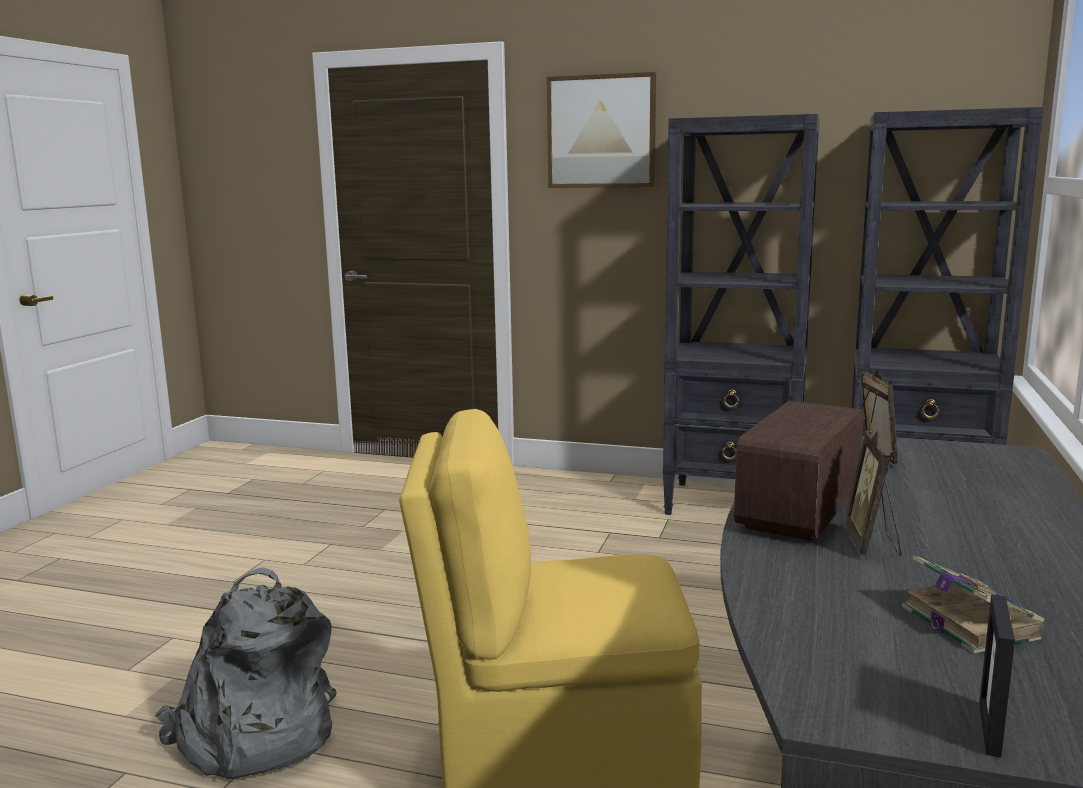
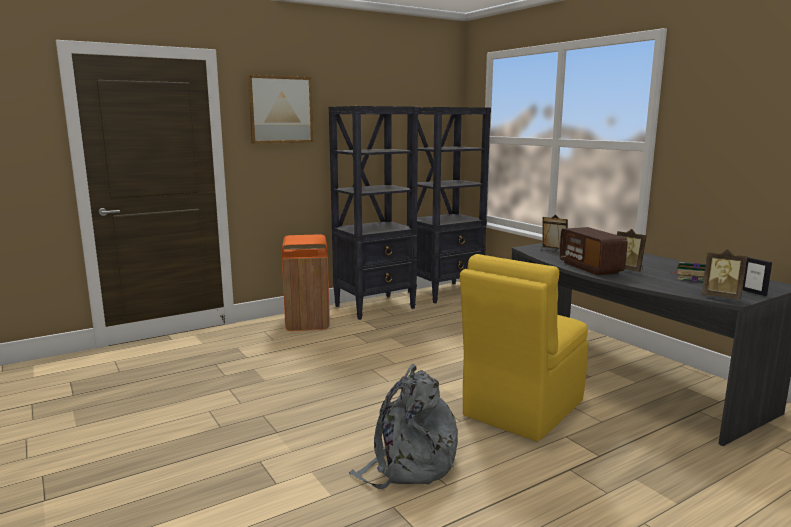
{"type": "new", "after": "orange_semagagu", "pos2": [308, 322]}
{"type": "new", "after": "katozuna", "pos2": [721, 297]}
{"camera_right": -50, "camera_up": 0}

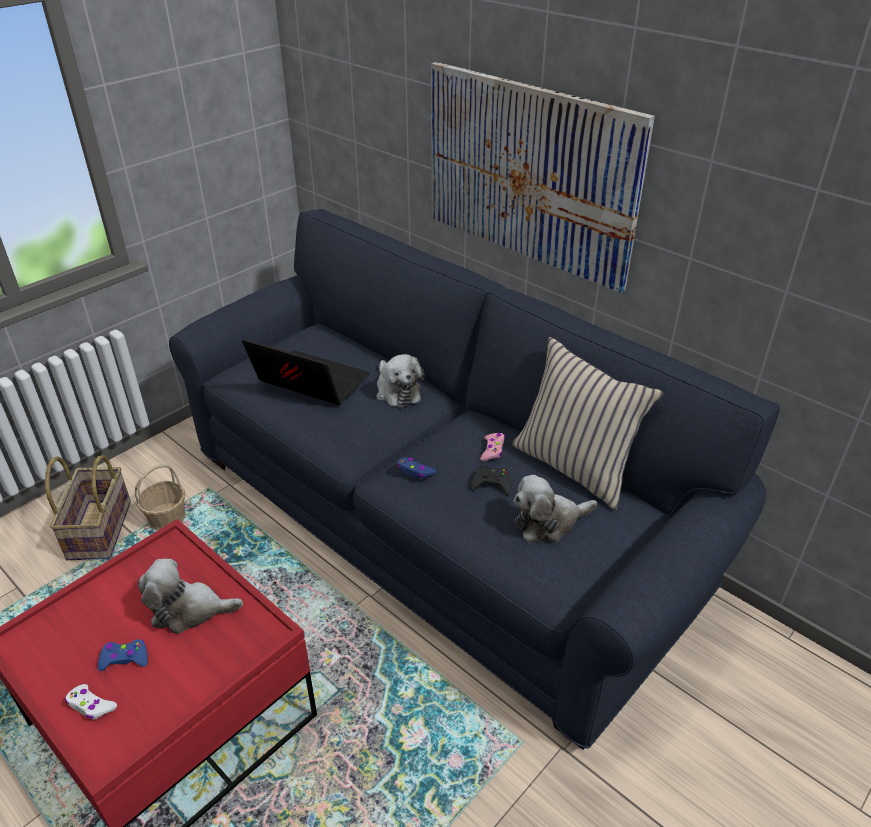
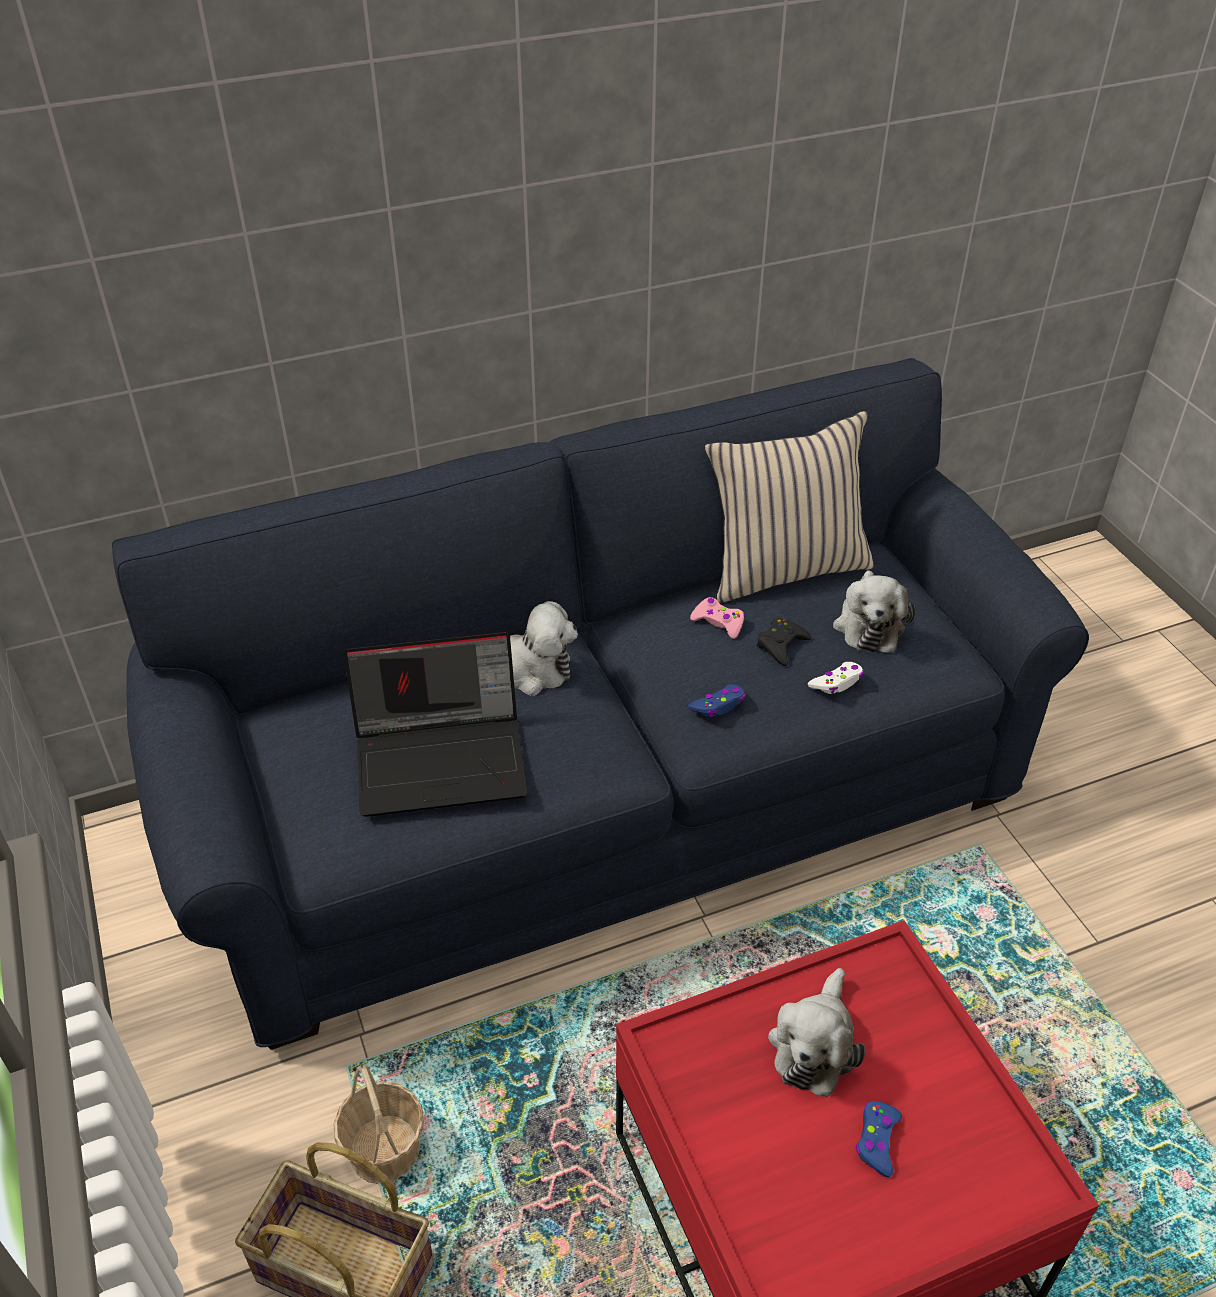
{"type": "shifted", "before": "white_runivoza", "pos1": [91, 706], "pos2": [837, 683]}
{"type": "rotated", "before": "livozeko", "pos1": [309, 383], "pos2": [443, 758], "turn": -150}
{"type": "gone", "before": "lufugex", "pos1": [529, 173]}
{"camera_right": -65, "camera_up": 5}

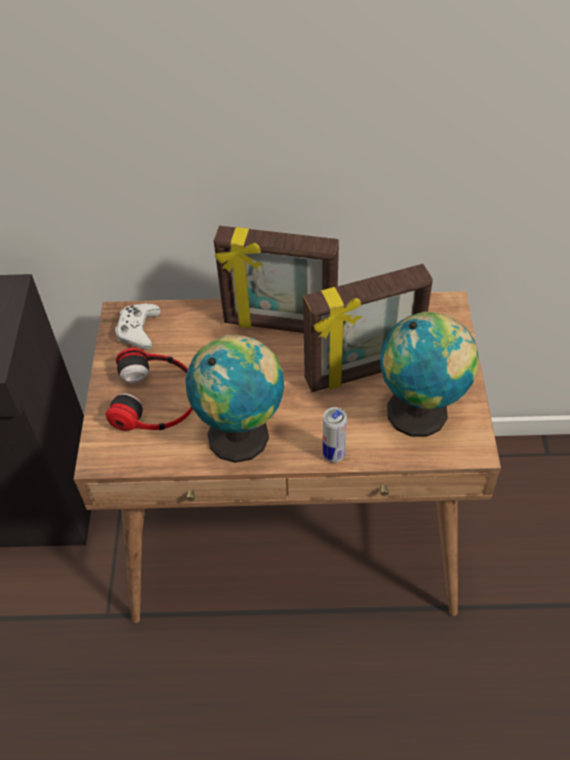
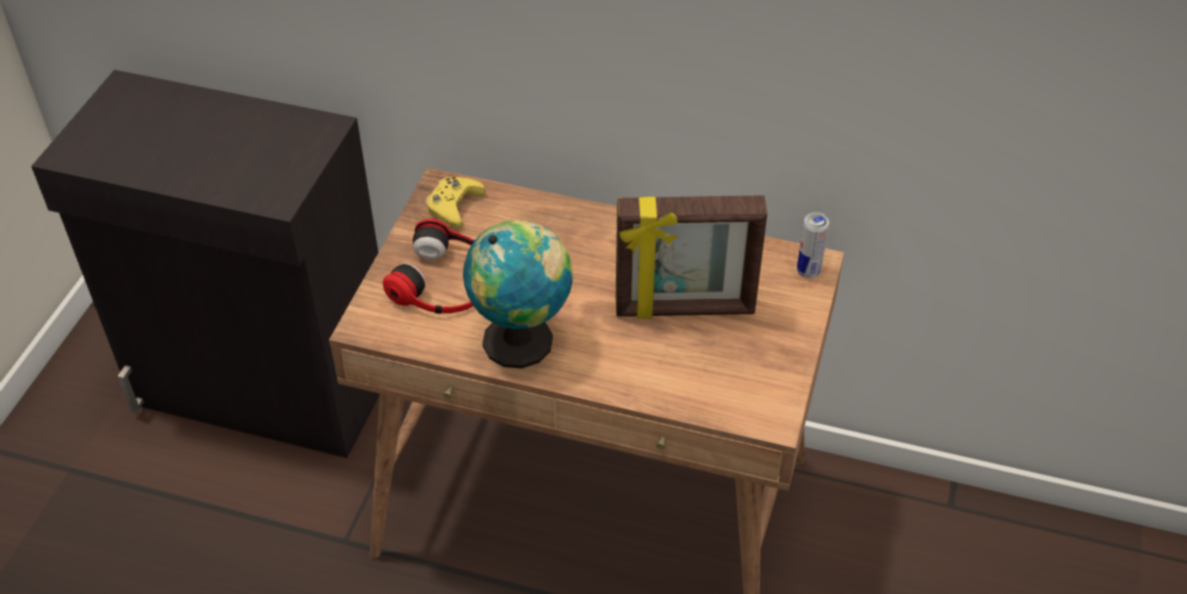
{"type": "repainted", "before": "white_runivoza", "after": "yellow_runivoza", "pos1": [139, 330], "pos2": [454, 206]}
{"type": "gone", "before": "katozuna", "pos1": [279, 325]}
{"type": "shifted", "before": "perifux", "pos1": [334, 454], "pos2": [808, 271]}
{"type": "gone", "before": "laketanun", "pos1": [421, 413]}
{"camera_right": 15, "camera_up": -5}

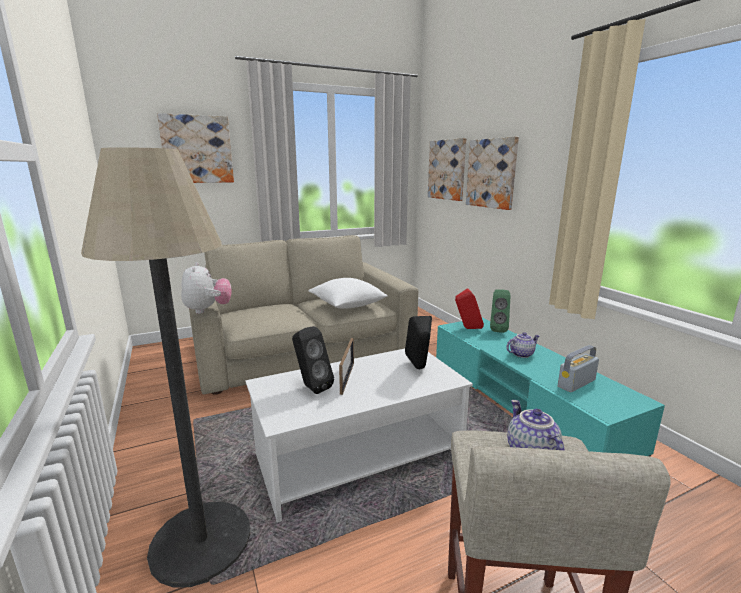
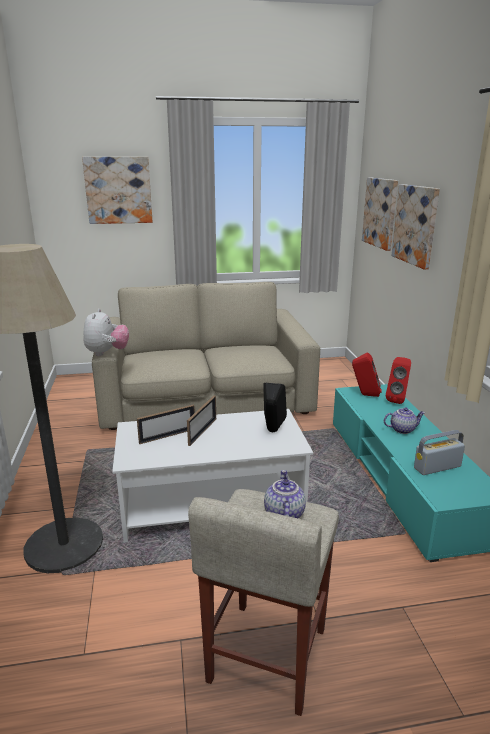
{"type": "swapped", "before": "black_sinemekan", "after": "katozuna", "pos1": [311, 387], "pos2": [167, 436]}
{"type": "gone", "before": "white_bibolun", "pos1": [347, 305]}
{"type": "repainted", "before": "green_sinemekan", "after": "red_sinemekan", "pos1": [498, 329], "pos2": [397, 399]}
{"camera_right": 15, "camera_up": 5}

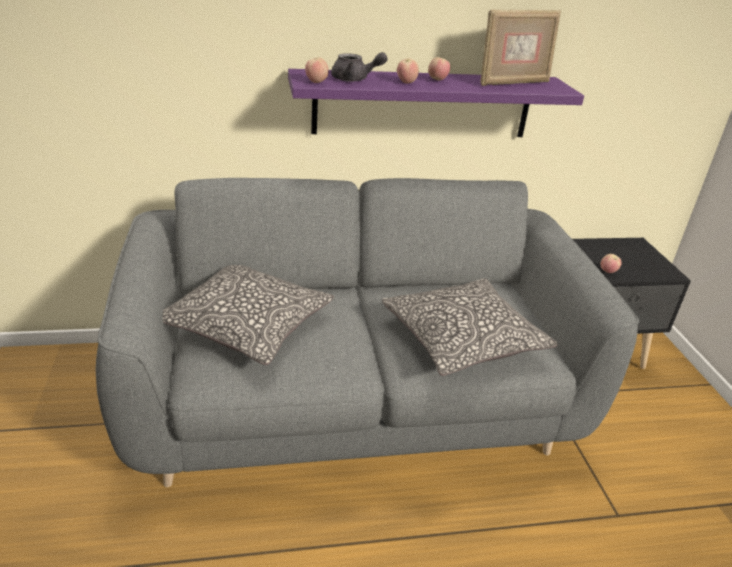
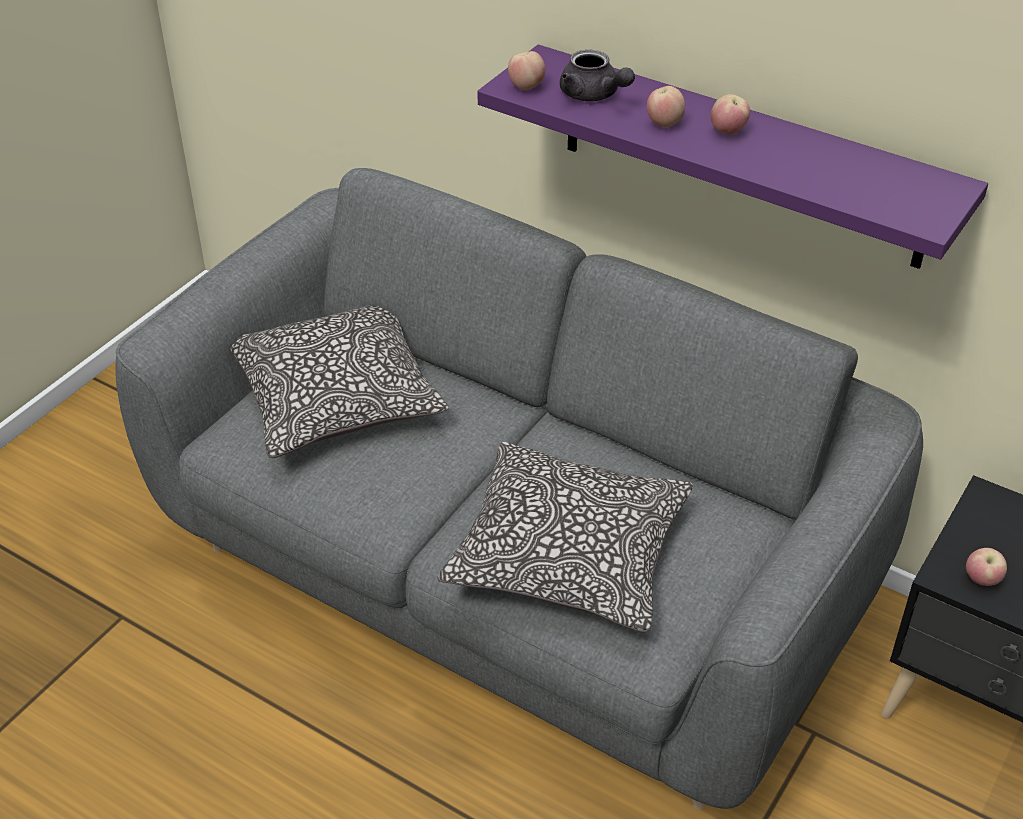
{"type": "gone", "before": "katozuna", "pos1": [513, 83]}
{"camera_right": 45, "camera_up": 10}

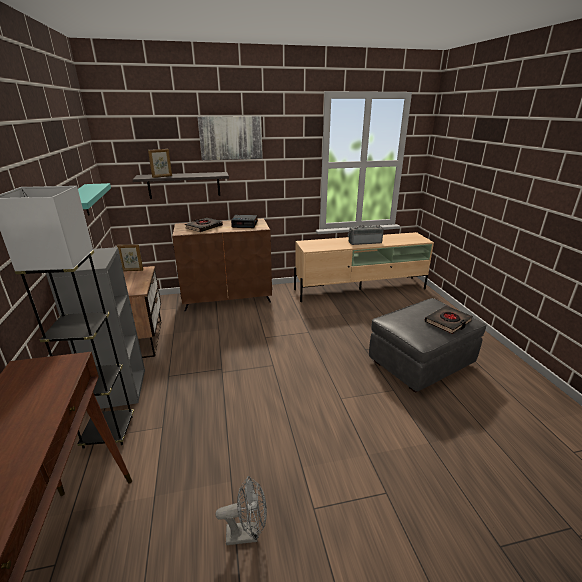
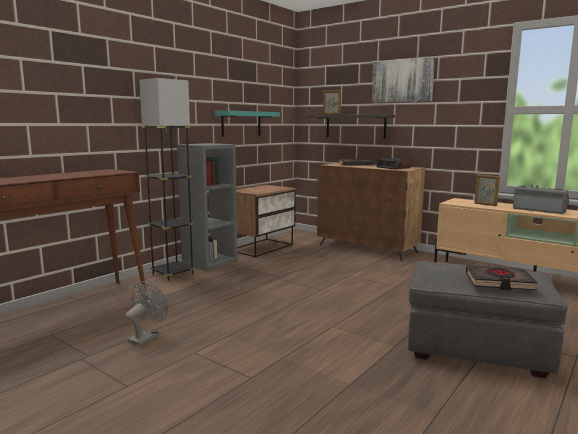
{"type": "shifted", "before": "katozuna", "pos1": [132, 270], "pos2": [485, 204]}
{"type": "rotated", "before": "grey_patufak", "pos1": [247, 533], "pos2": [147, 337], "turn": -105}
{"camera_right": 50, "camera_up": -15}

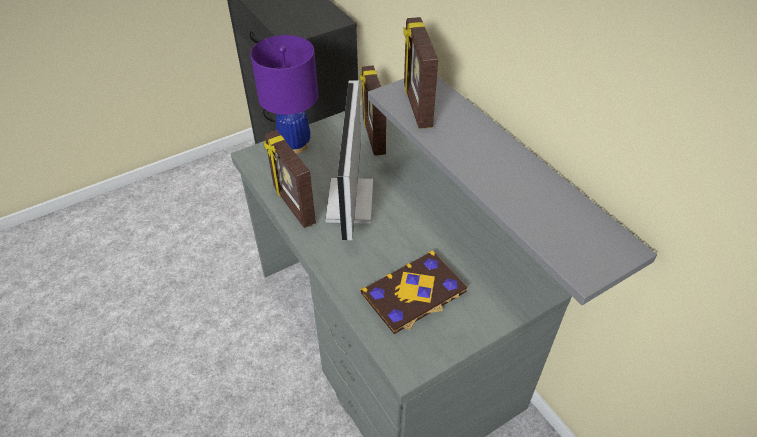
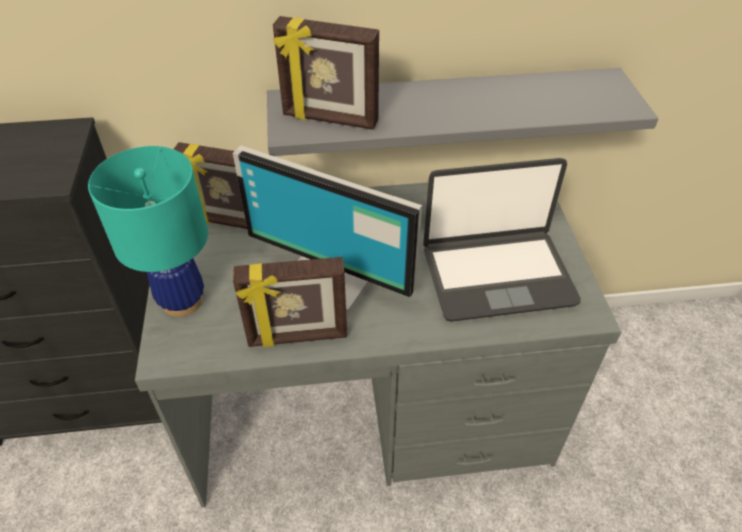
{"type": "repainted", "before": "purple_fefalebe", "after": "turquoise_fefalebe", "pos1": [295, 145], "pos2": [181, 301]}
{"type": "swapped", "before": "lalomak", "after": "livozeko", "pos1": [414, 294], "pos2": [497, 274]}
{"camera_right": -65, "camera_up": 0}

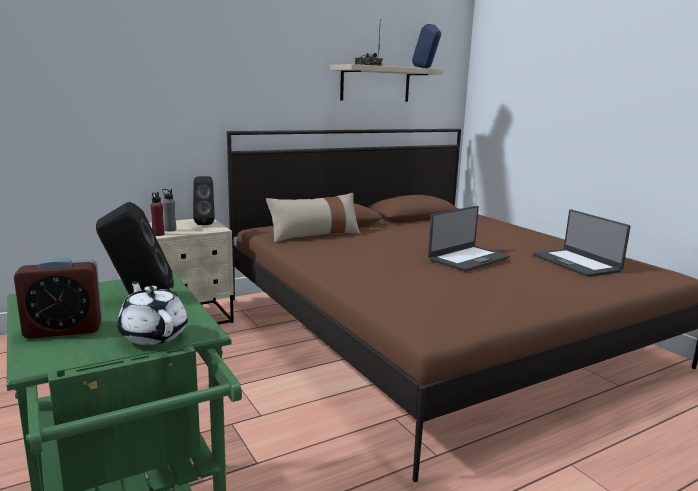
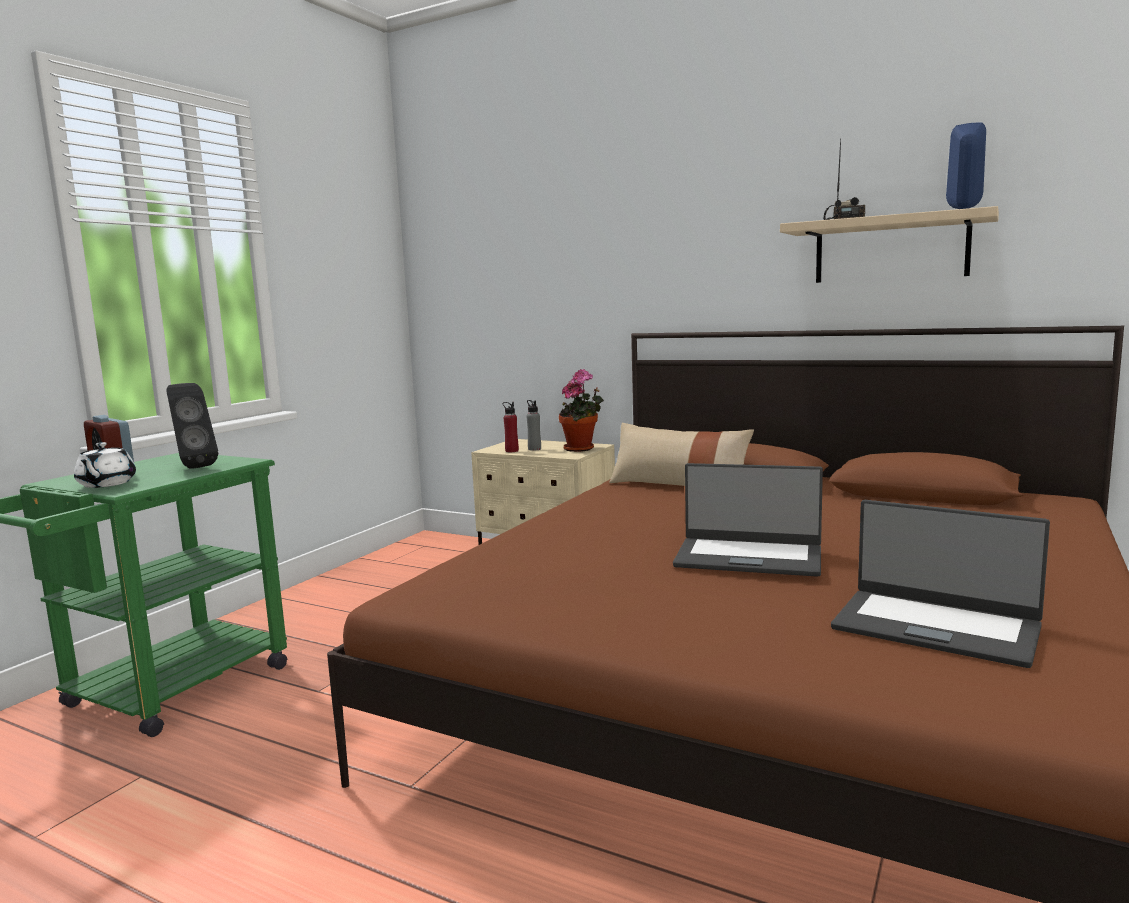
{"type": "rotated", "before": "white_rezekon", "pos1": [153, 334], "pos2": [106, 484], "turn": 150}
{"type": "swapped", "before": "black_sinemekan", "after": "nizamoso", "pos1": [205, 223], "pos2": [581, 449]}
{"type": "rotated", "before": "livozeko", "pos1": [576, 263], "pos2": [935, 626], "turn": -90}
{"camera_right": 60, "camera_up": -5}

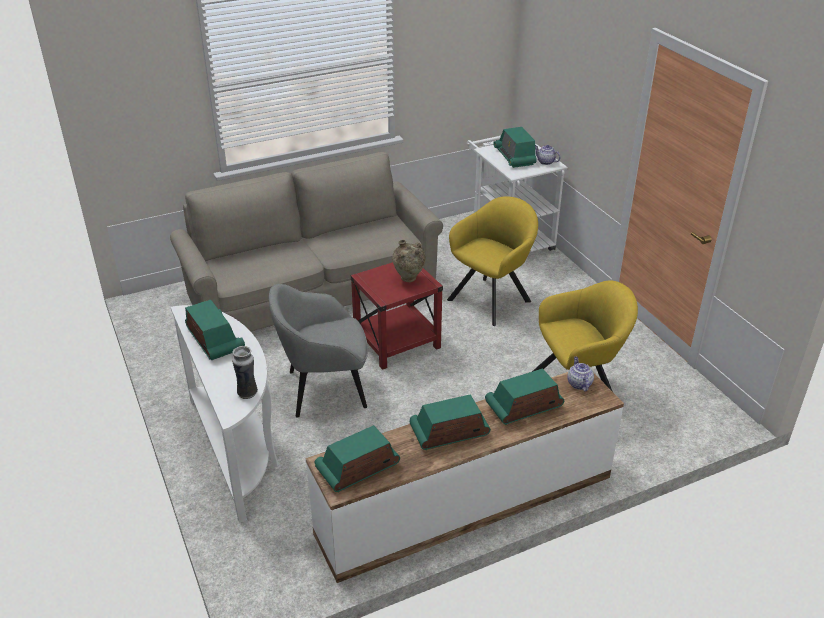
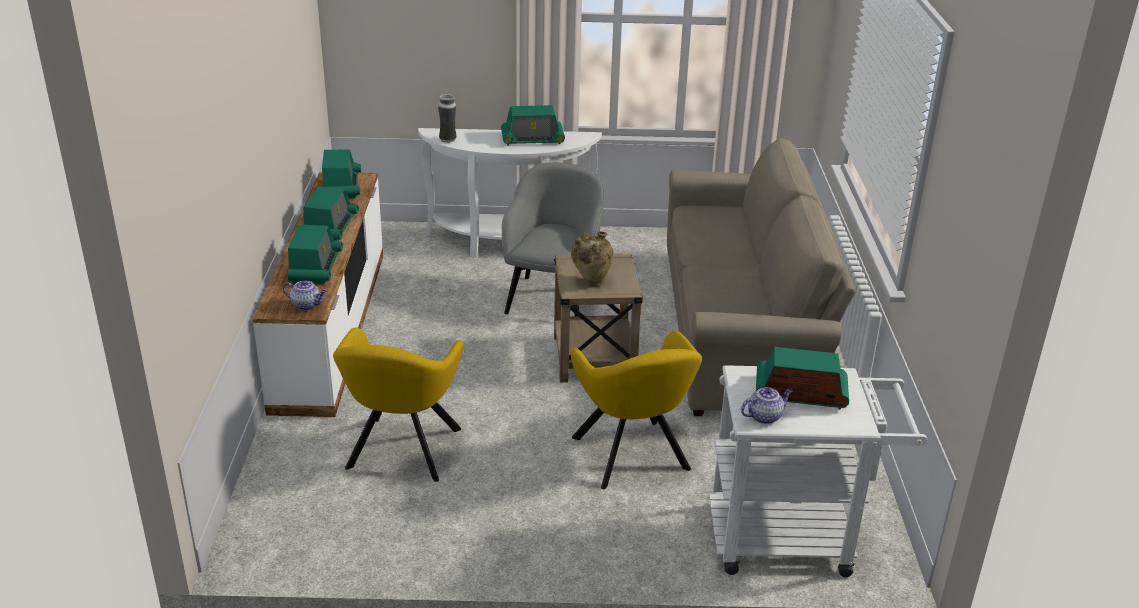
{"type": "repainted", "before": "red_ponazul", "after": "beige_ponazul", "pos1": [397, 342], "pos2": [594, 358]}
{"camera_right": 115, "camera_up": -5}

